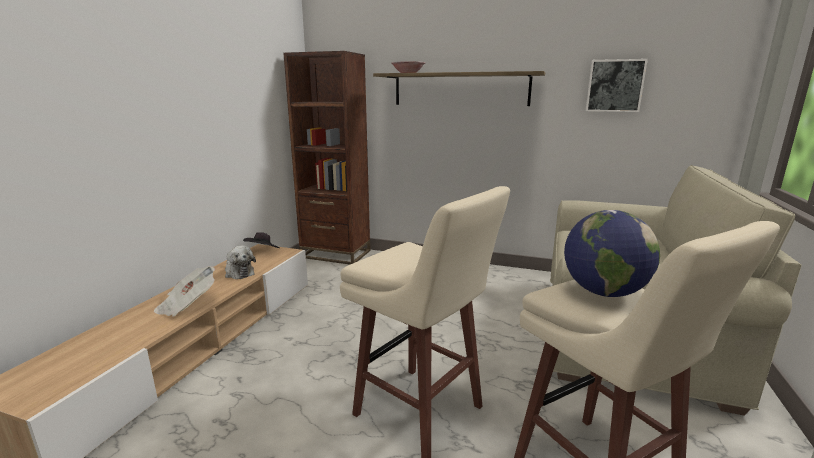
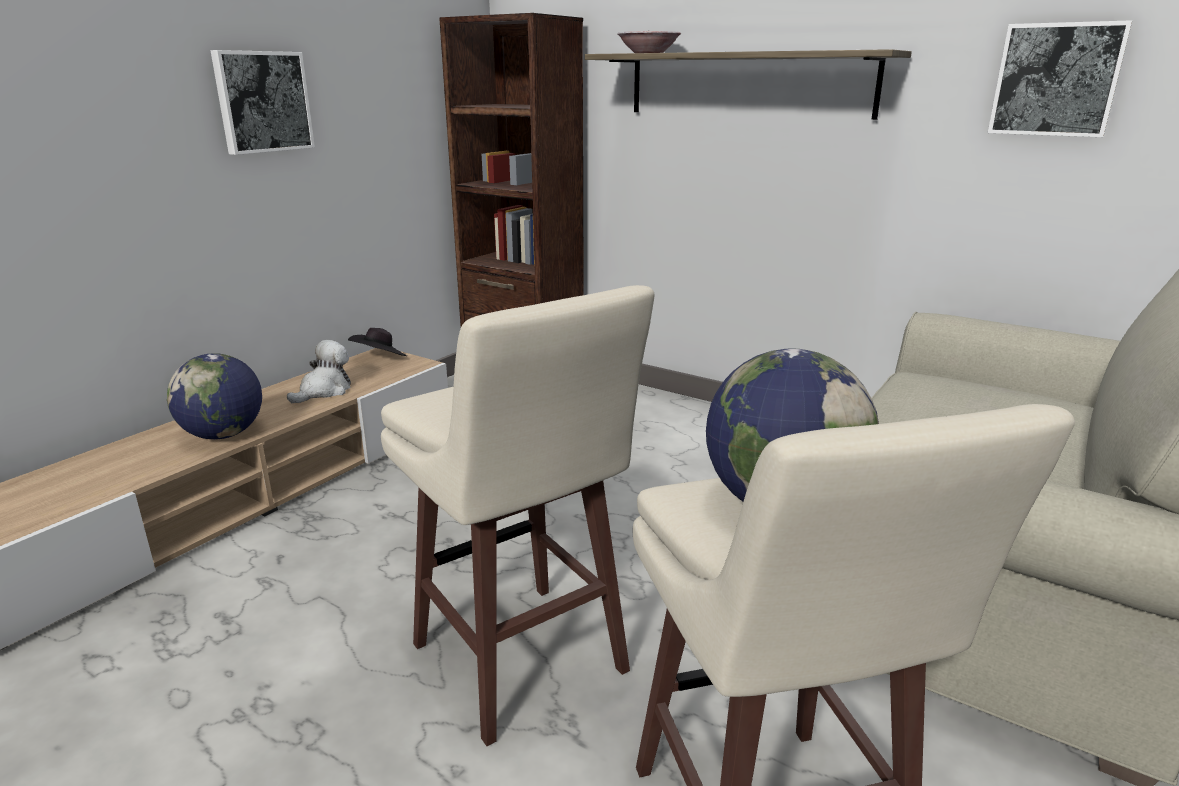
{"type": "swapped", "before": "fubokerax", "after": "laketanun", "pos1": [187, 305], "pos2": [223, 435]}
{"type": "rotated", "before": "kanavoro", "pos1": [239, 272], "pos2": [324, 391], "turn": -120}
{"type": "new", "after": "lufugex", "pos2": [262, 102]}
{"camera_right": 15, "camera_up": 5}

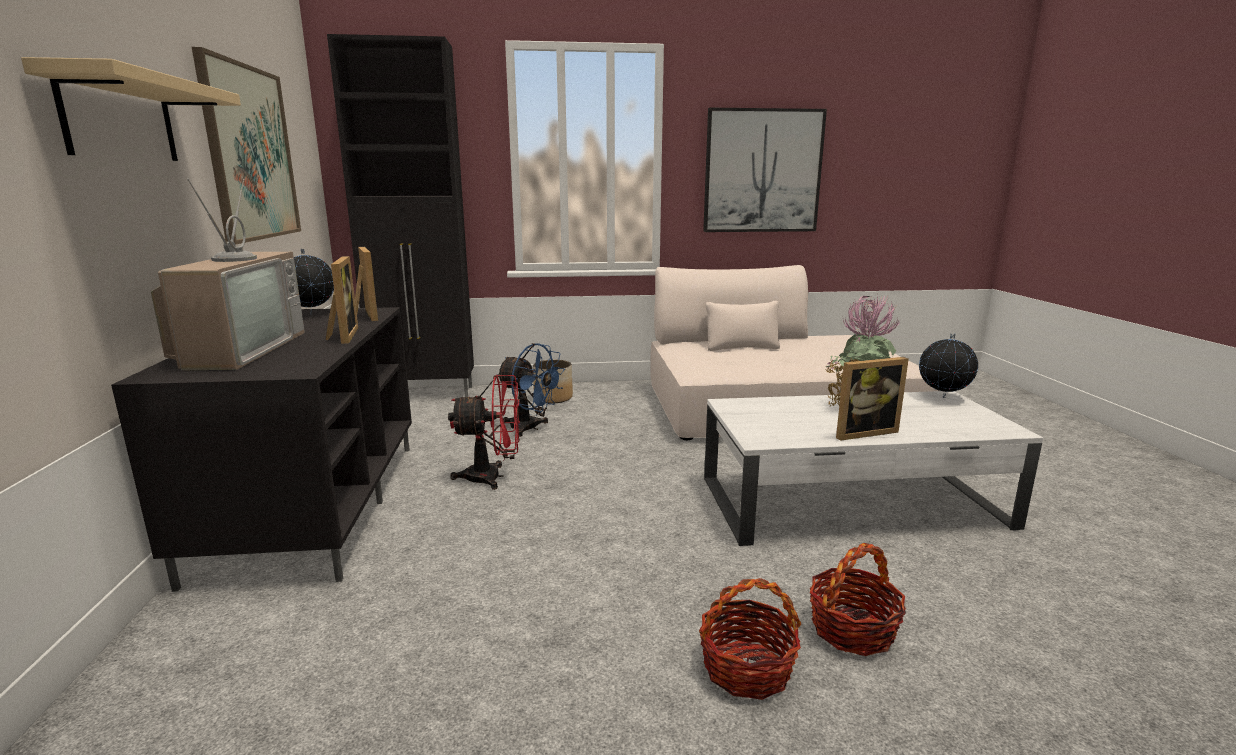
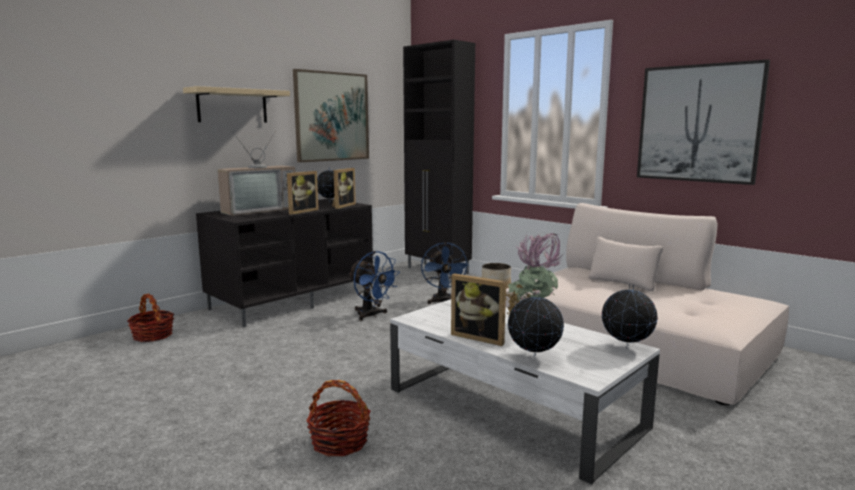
{"type": "repainted", "before": "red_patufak", "after": "blue_patufak", "pos1": [493, 477], "pos2": [371, 315]}
{"type": "shifted", "before": "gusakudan", "pos1": [746, 669], "pos2": [152, 336]}
{"type": "new", "after": "laketanun", "pos2": [534, 357]}
{"camera_right": 50, "camera_up": -5}

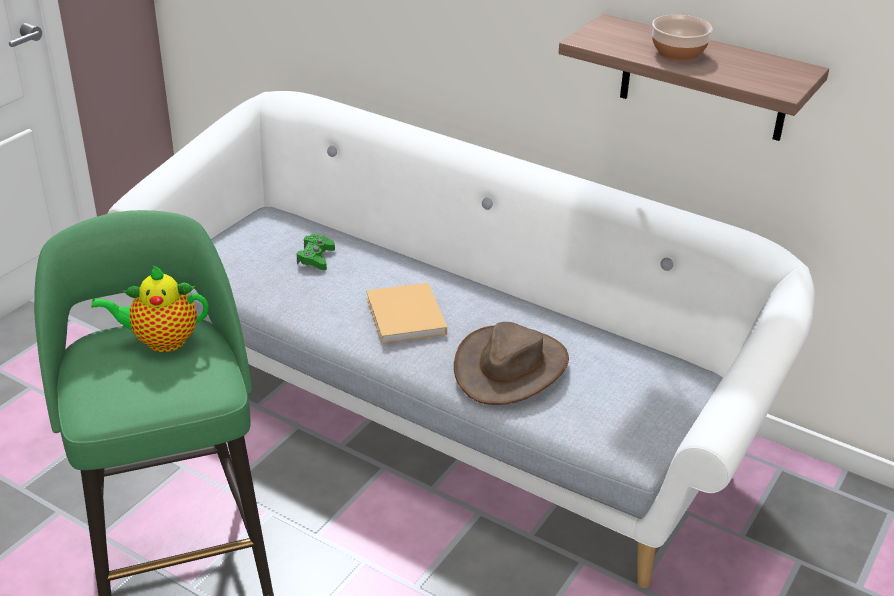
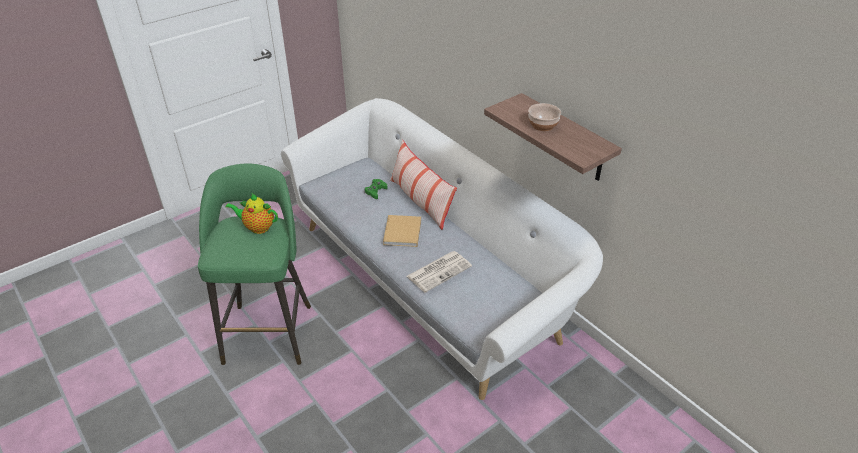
{"type": "swapped", "before": "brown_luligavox", "after": "fubokerax", "pos1": [510, 366], "pos2": [439, 271]}
{"type": "new", "after": "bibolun", "pos2": [421, 201]}
{"camera_right": 20, "camera_up": 5}

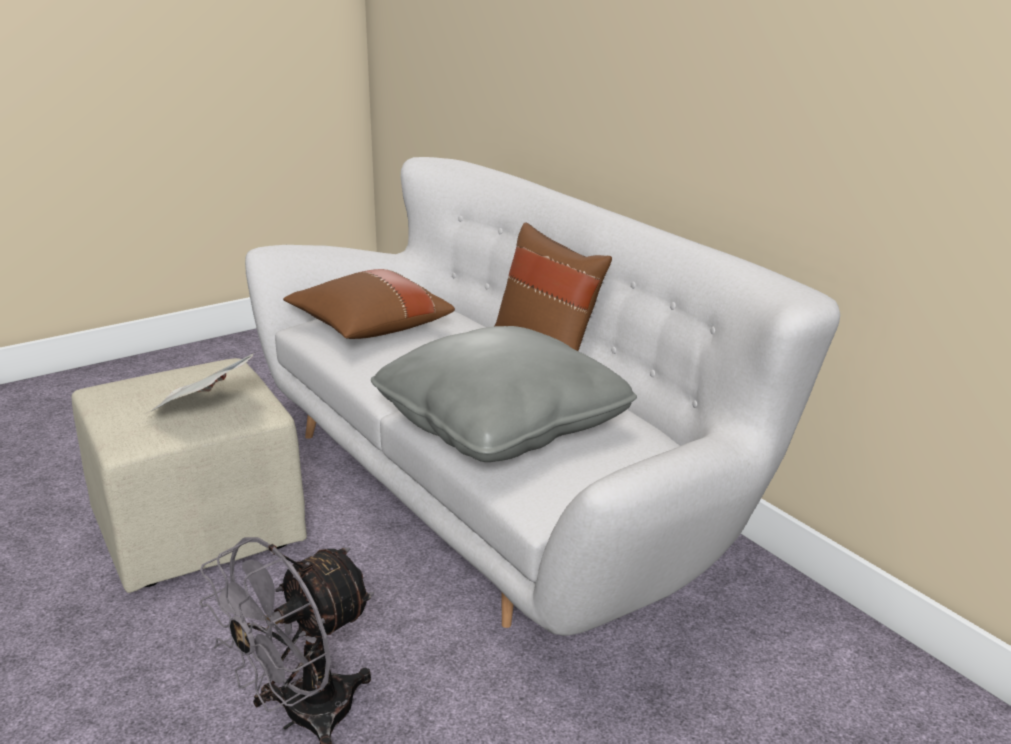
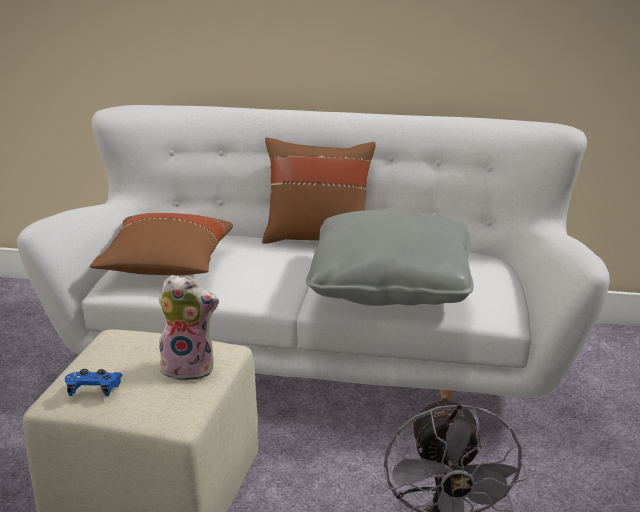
{"type": "swapped", "before": "fubokerax", "after": "kanavoro", "pos1": [205, 410], "pos2": [190, 368]}
{"type": "new", "after": "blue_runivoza", "pos2": [94, 390]}
{"camera_right": -45, "camera_up": 0}

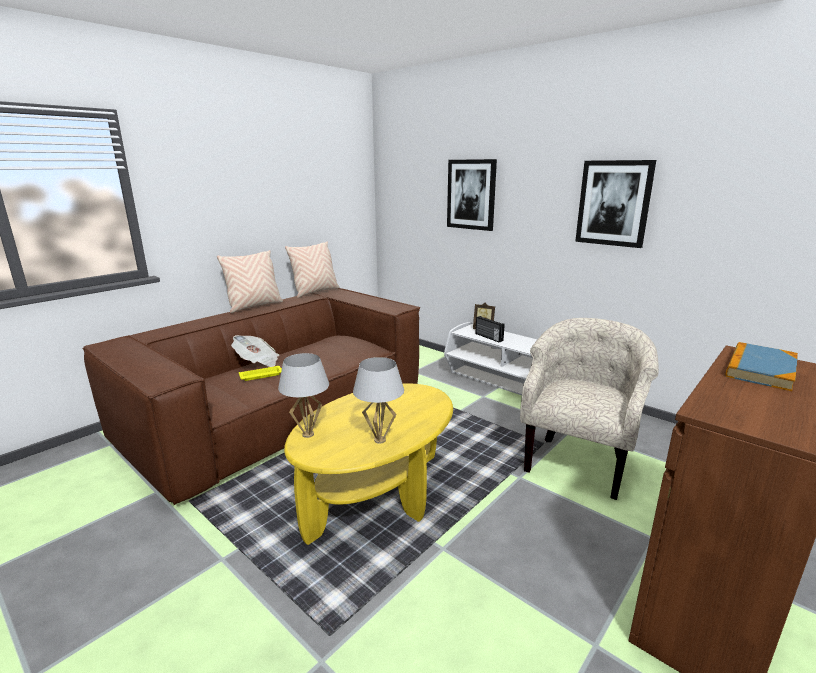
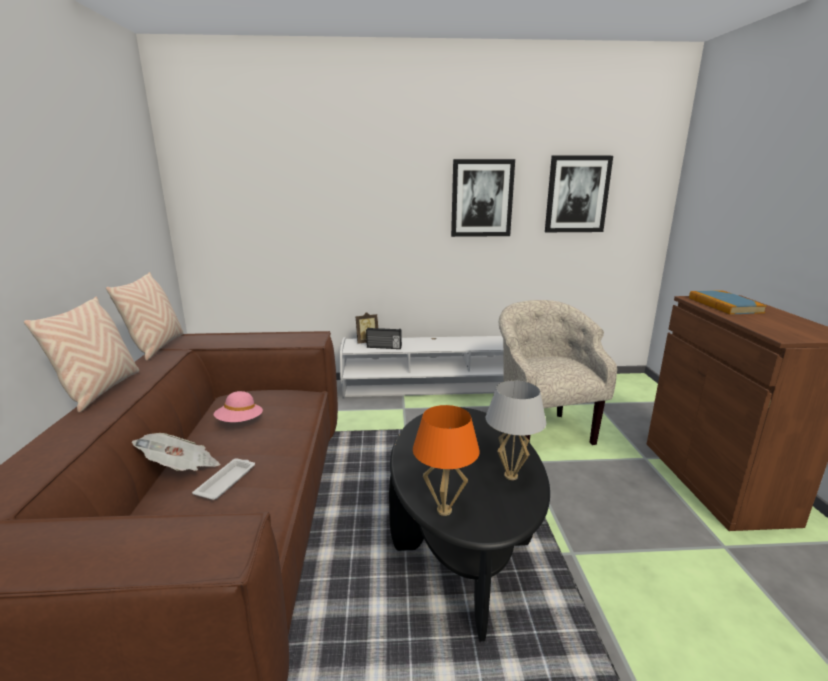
{"type": "repainted", "before": "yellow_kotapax", "after": "white_kotapax", "pos1": [262, 375], "pos2": [227, 481]}
{"type": "repainted", "before": "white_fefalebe", "after": "orange_fefalebe", "pos1": [308, 434], "pos2": [444, 510]}
{"type": "repainted", "before": "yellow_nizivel", "after": "black_nizivel", "pos1": [377, 496], "pos2": [462, 547]}
{"type": "shifted", "before": "lufugex", "pos1": [471, 194], "pos2": [577, 194]}
{"type": "new", "after": "pink_luligavox", "pos2": [240, 422]}
{"camera_right": -45, "camera_up": 0}

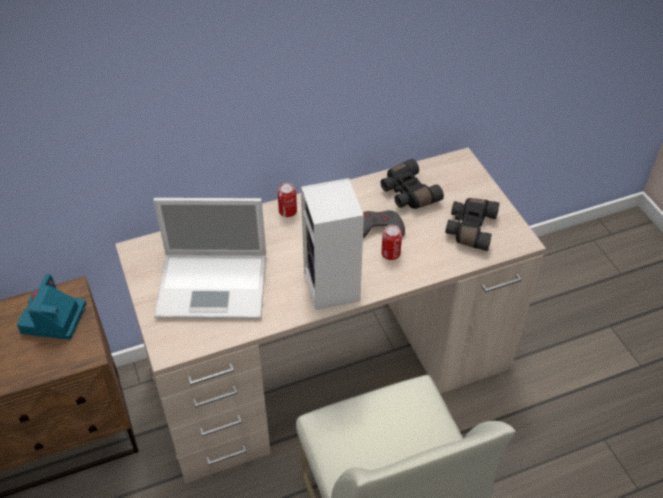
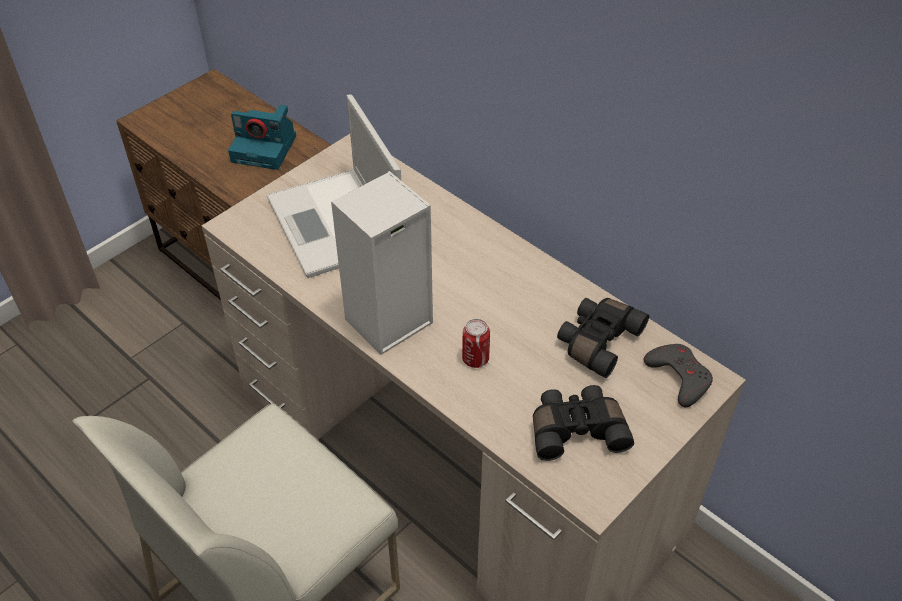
{"type": "rotated", "before": "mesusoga", "pos1": [54, 319], "pos2": [265, 148], "turn": -150}
{"type": "gone", "before": "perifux", "pos1": [287, 212]}
{"type": "shifted", "before": "grey_runivoza", "pos1": [379, 228], "pos2": [679, 377]}
{"camera_right": 65, "camera_up": 0}

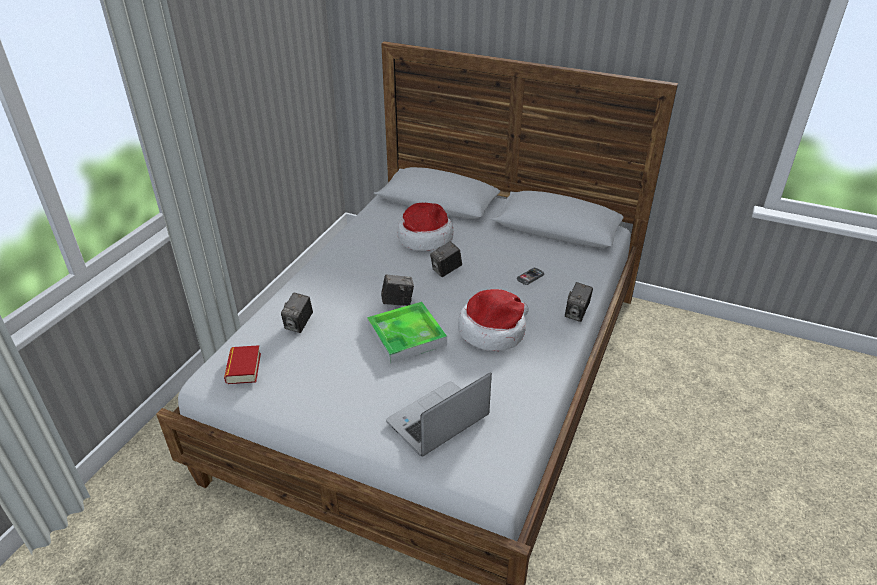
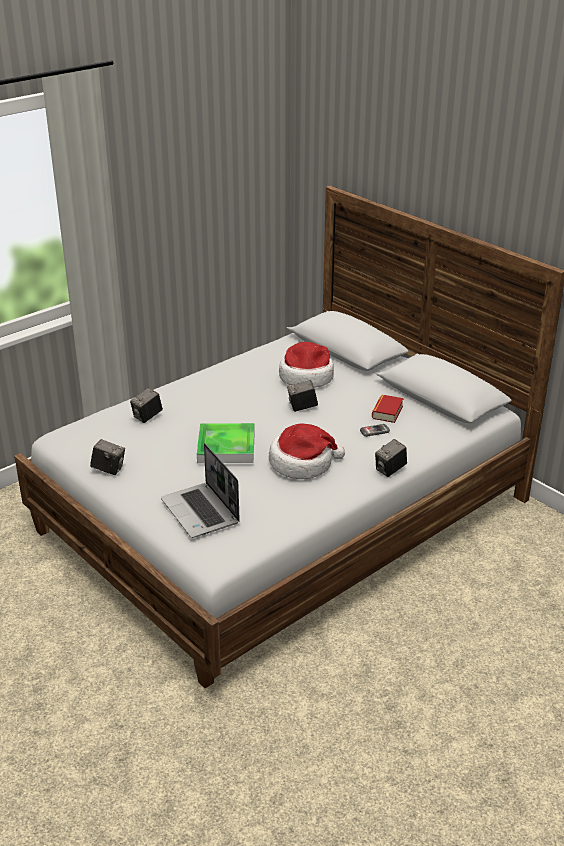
{"type": "shifted", "before": "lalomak", "pos1": [243, 368], "pos2": [387, 412]}
{"type": "shifted", "before": "mesusoga", "pos1": [397, 302], "pos2": [109, 469]}
{"type": "rotated", "before": "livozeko", "pos1": [437, 421], "pos2": [201, 512], "turn": -105}
{"camera_right": 25, "camera_up": -5}

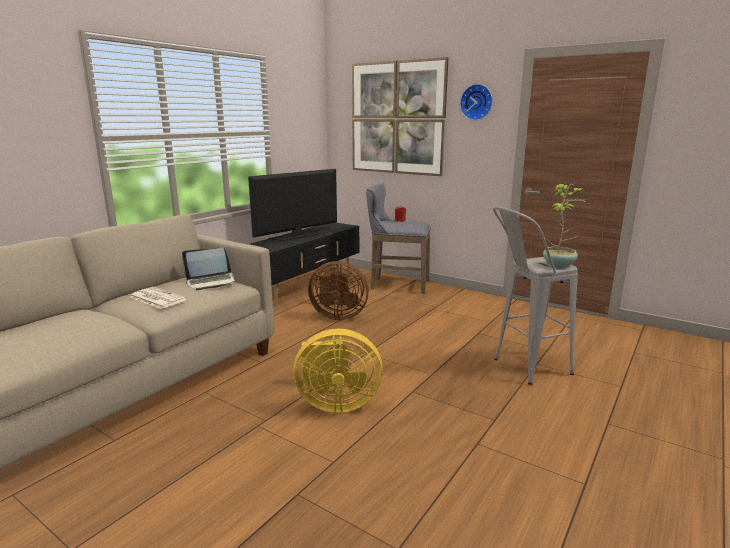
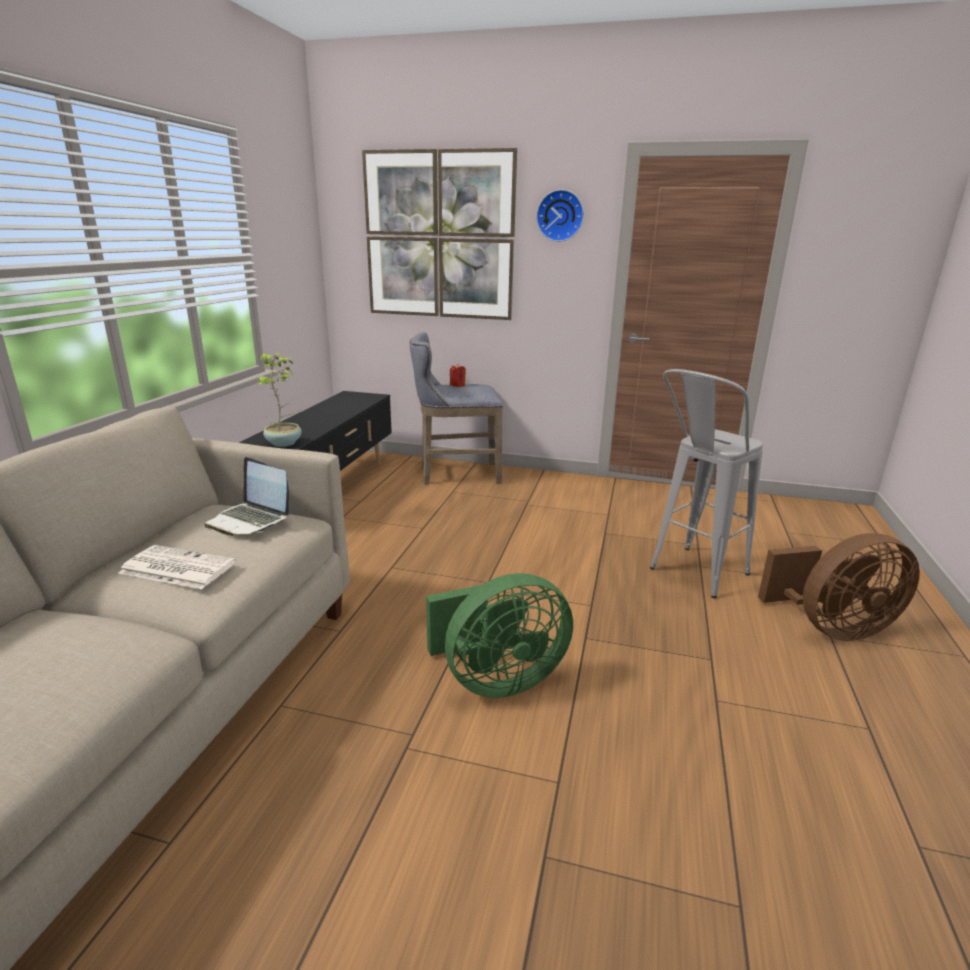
{"type": "rotated", "before": "livozeko", "pos1": [211, 282], "pos2": [250, 520], "turn": 75}
{"type": "gone", "before": "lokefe", "pos1": [296, 236]}
{"type": "repainted", "before": "yellow_patufak", "after": "green_patufak", "pos1": [335, 403], "pos2": [496, 680]}
{"type": "shifted", "before": "brown_patufak", "pos1": [338, 316], "pos2": [831, 627]}
{"type": "shifted", "before": "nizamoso", "pos1": [559, 265], "pos2": [285, 443]}
{"camera_right": -20, "camera_up": 5}

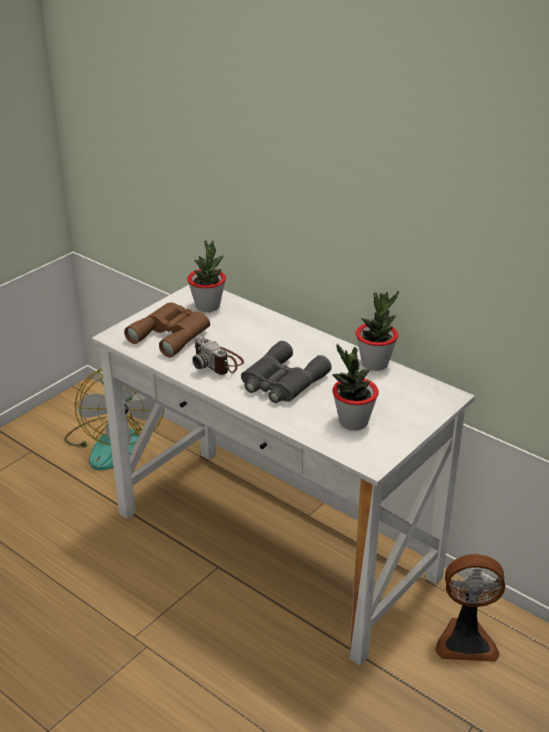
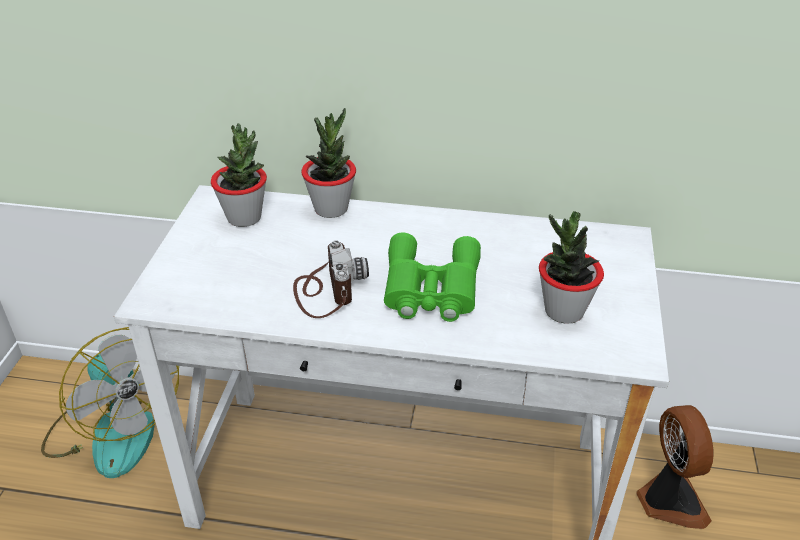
{"type": "gone", "before": "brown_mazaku", "pos1": [172, 334]}
{"type": "rotated", "before": "mesusoga", "pos1": [218, 362], "pos2": [326, 290], "turn": -120}
{"type": "repainted", "before": "grey_mazaku", "after": "green_mazaku", "pos1": [281, 382], "pos2": [430, 289]}
{"type": "shifted", "before": "nizamoso", "pos1": [375, 363], "pos2": [331, 208]}
{"type": "rotated", "before": "patufak", "pos1": [466, 639], "pos2": [669, 500], "turn": -75}
{"camera_right": -30, "camera_up": 5}

